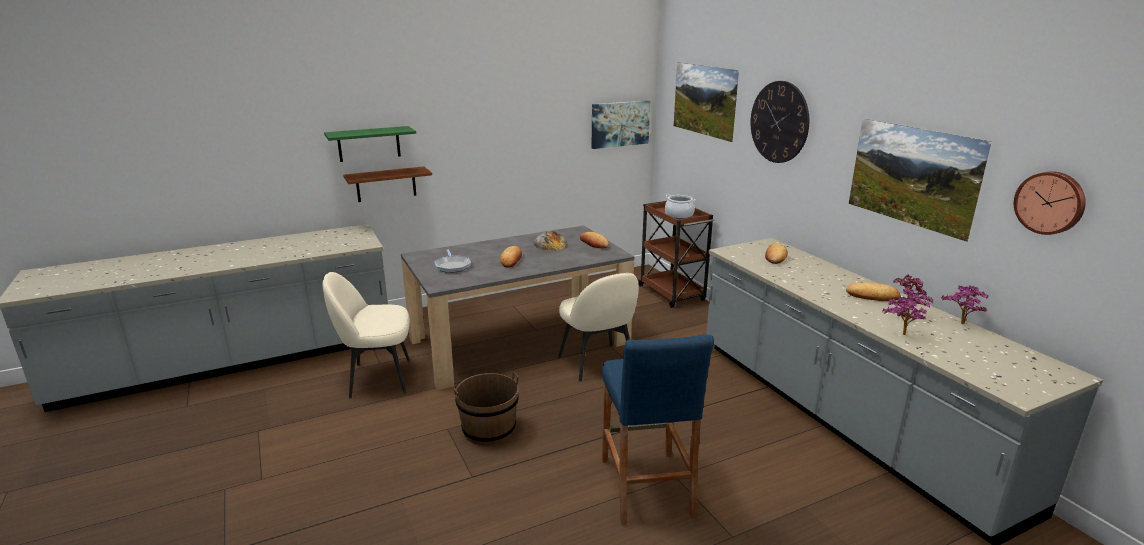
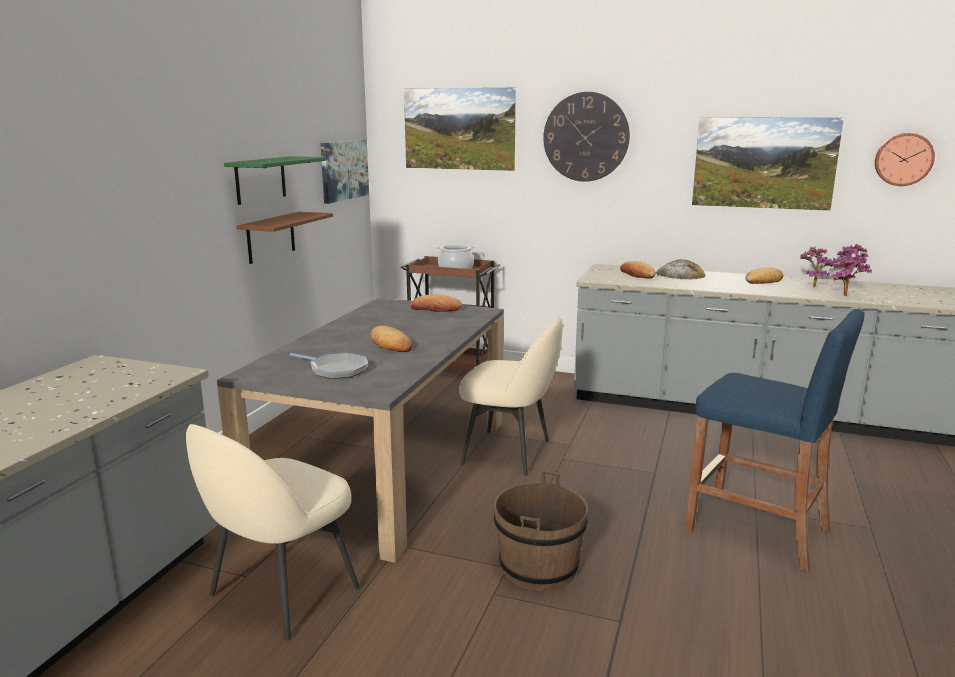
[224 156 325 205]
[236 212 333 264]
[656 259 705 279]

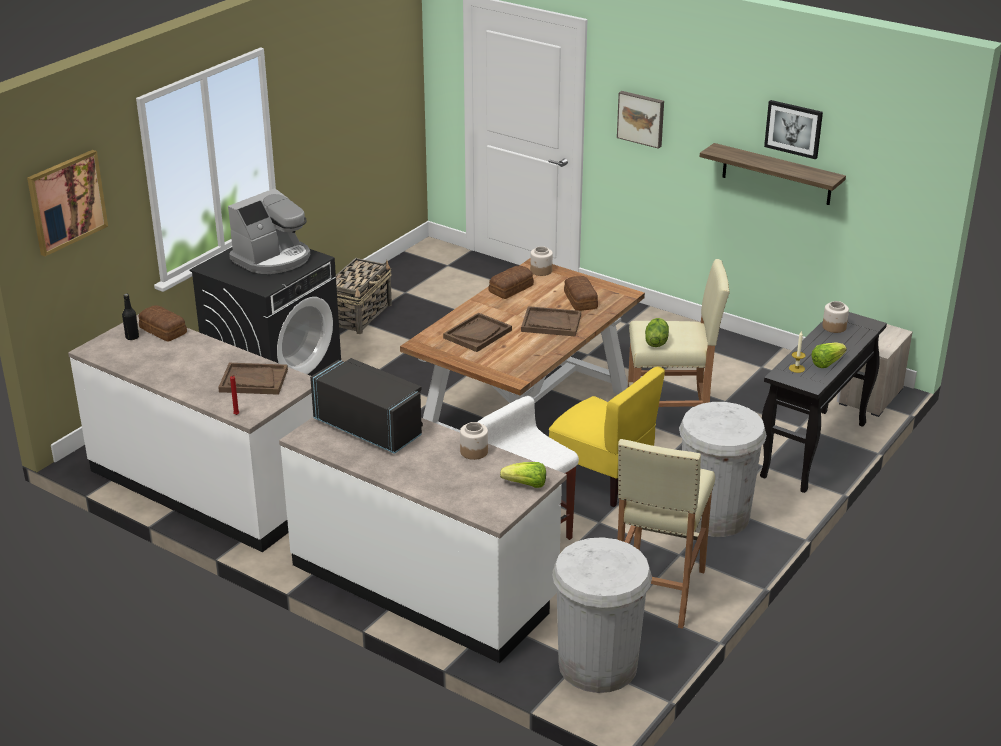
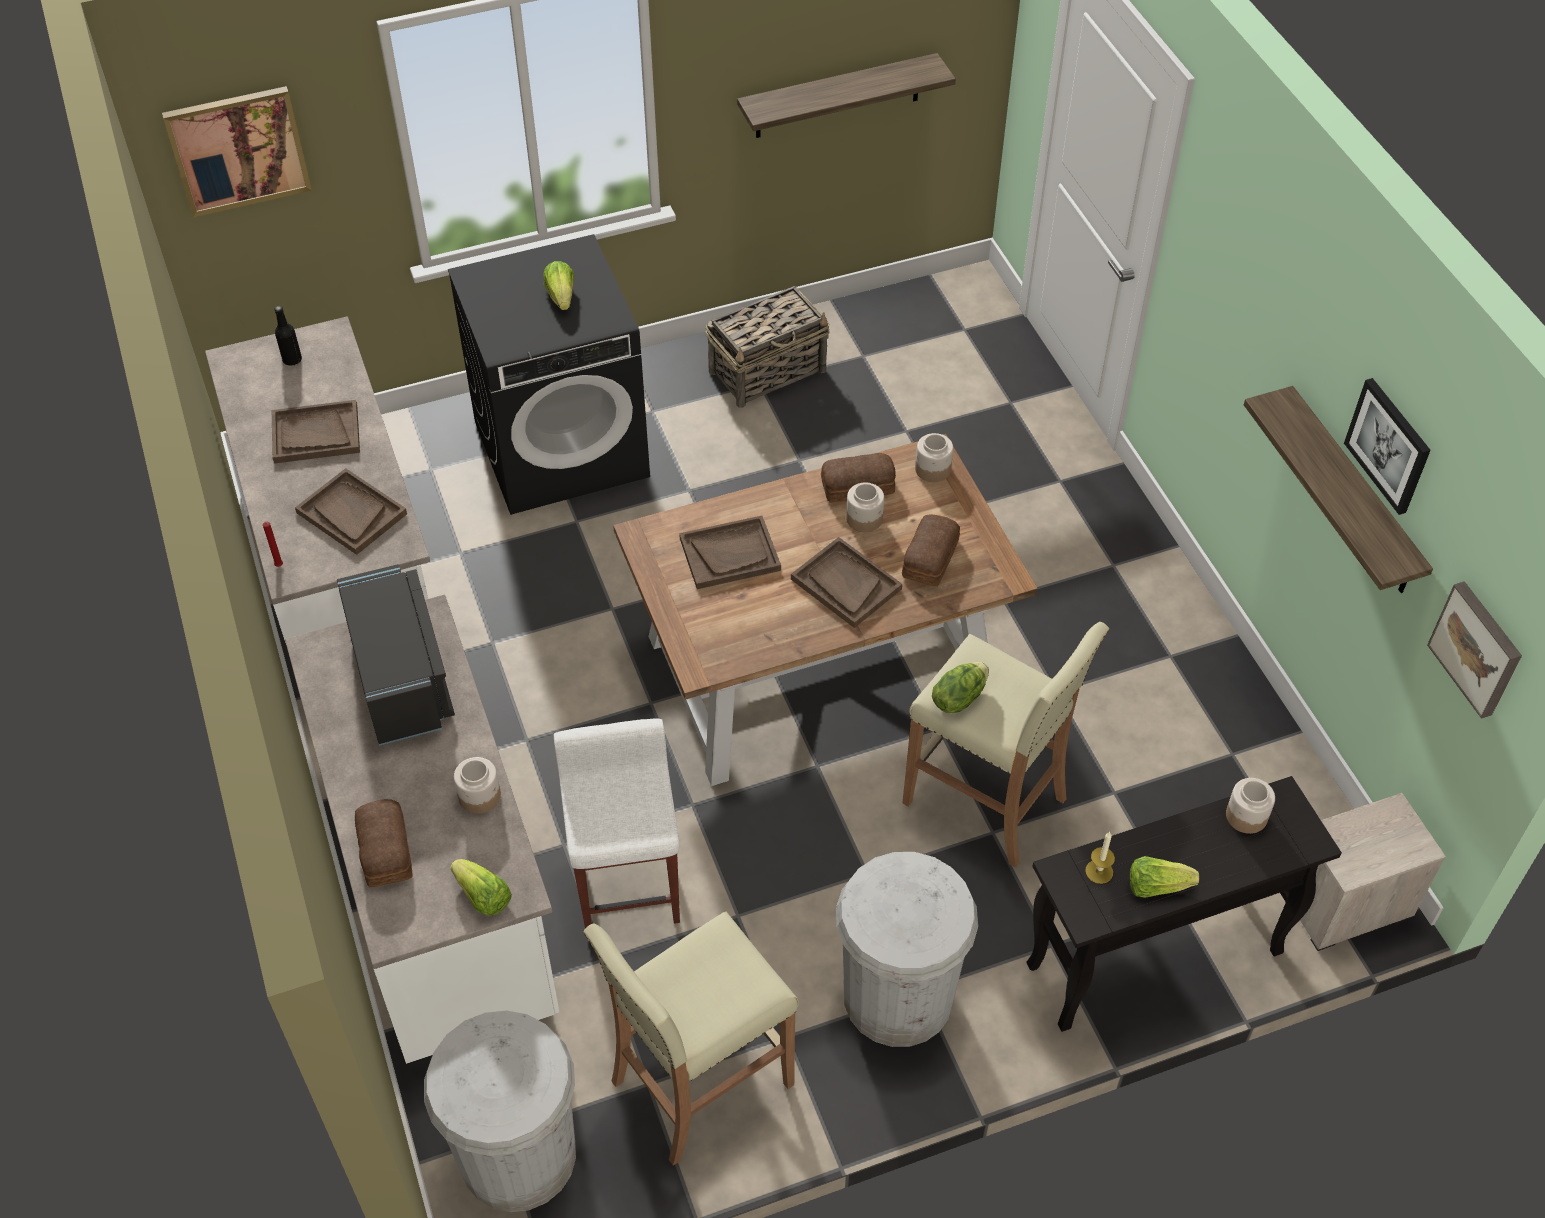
[272 400 360 464]
[355 799 413 888]
[544 261 575 310]
[737 53 956 138]
[846 482 884 532]
[1427 581 1522 719]
[549 366 665 507] (first image)

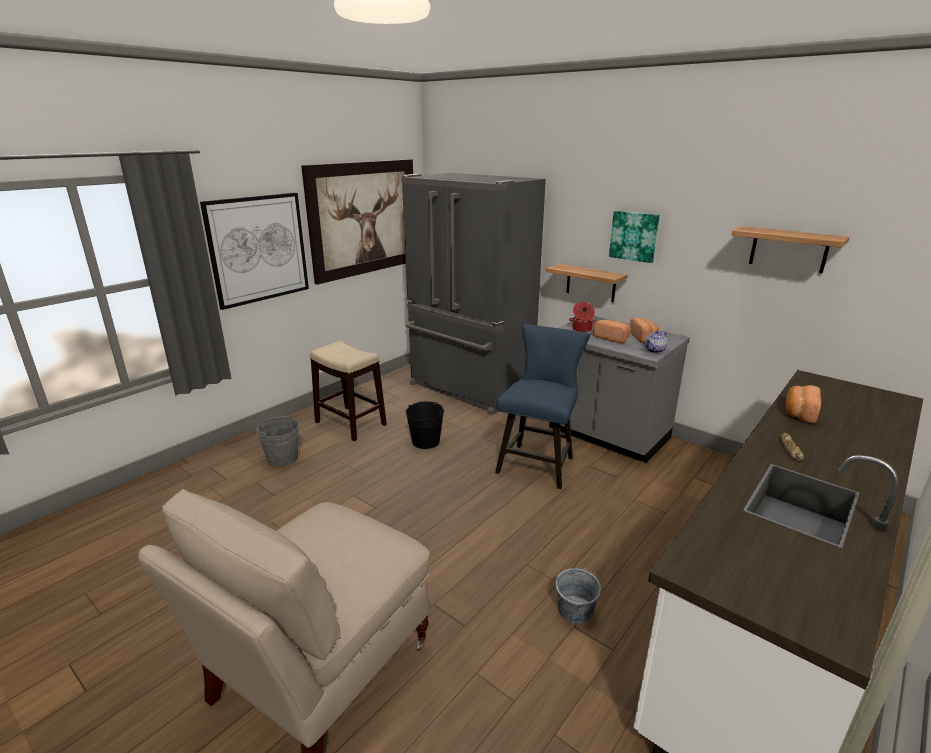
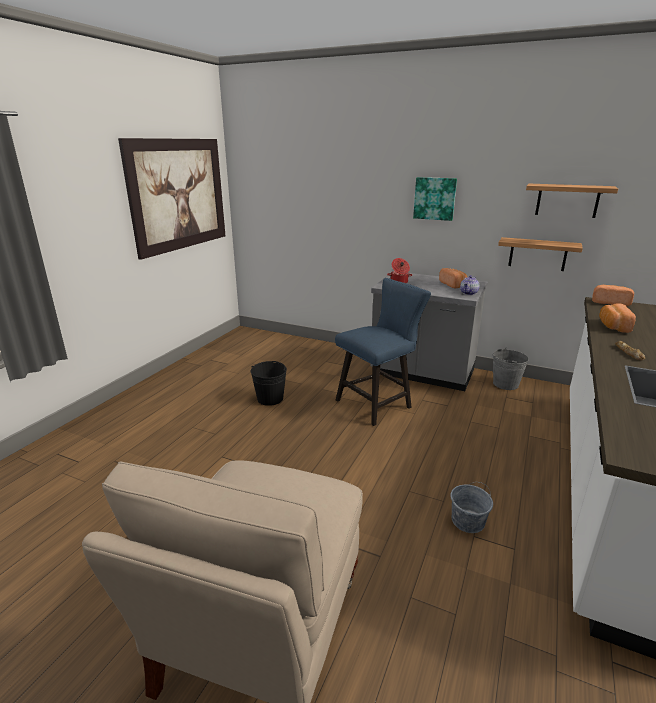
[335 278 431 426]
[493 348 529 390]
[498 237 583 271]
[592 285 634 306]
[200 193 309 310] (first image)
[310 341 387 441] (first image)
[401 173 546 415] (first image)

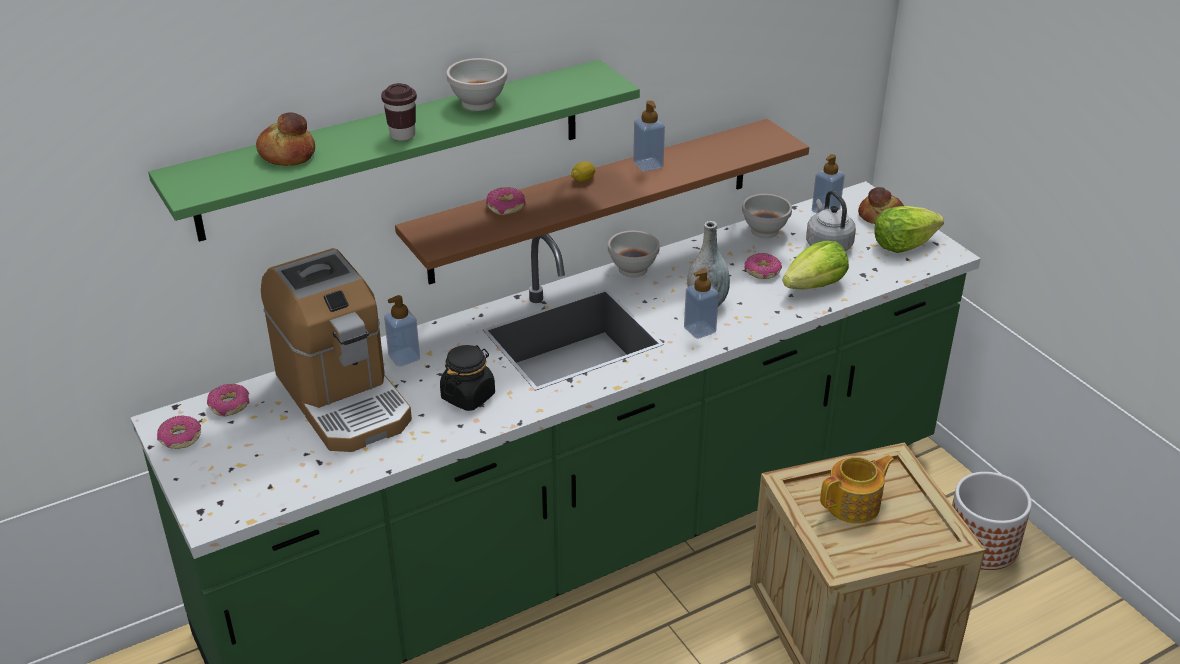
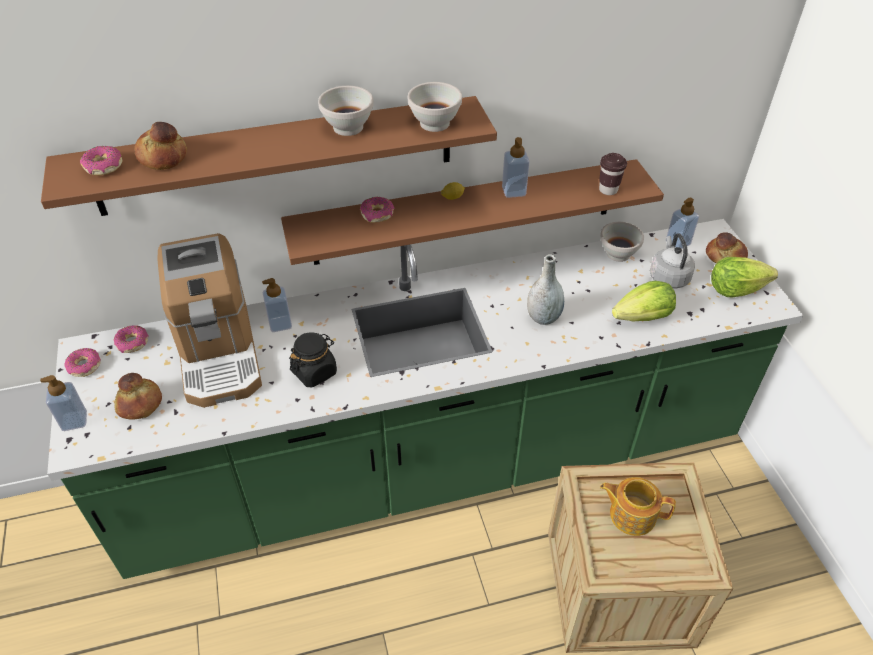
[40 375 87 431]
[41 96 497 216]
[80 146 123 175]
[115 373 162 420]
[408 82 462 132]
[599 153 627 195]
[600 477 676 536]
[952 472 1032 570] (first image)

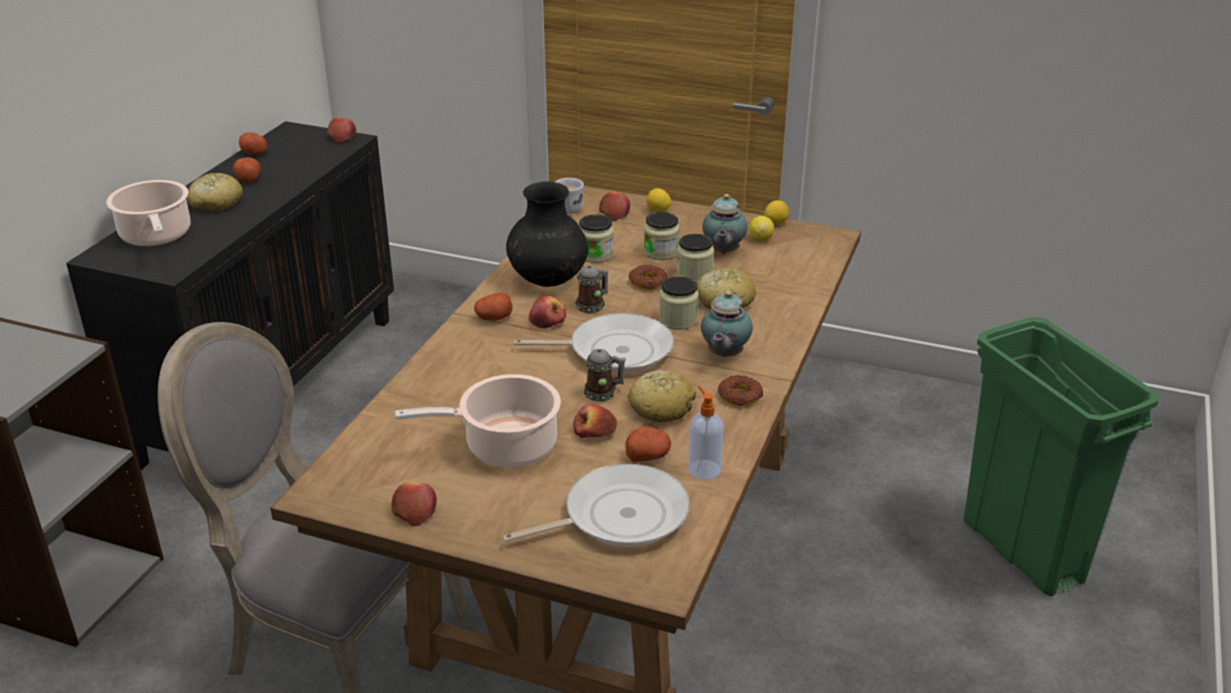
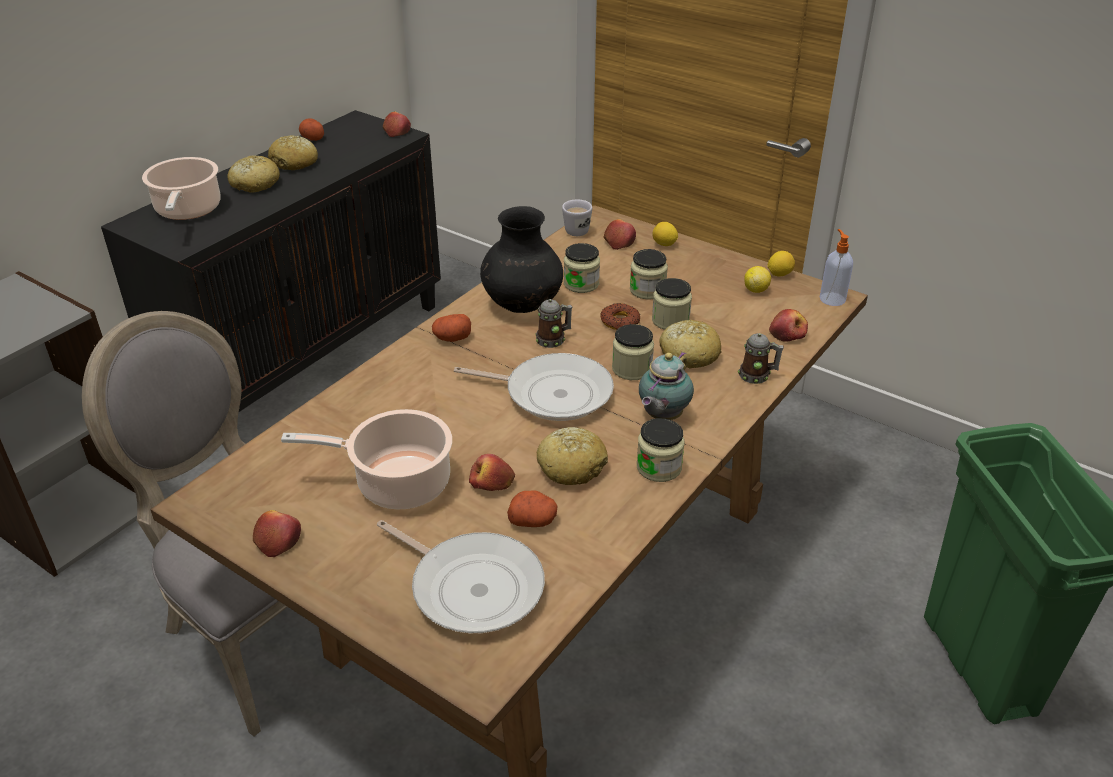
[268 136 318 170]
[377 520 545 633]
[637 418 685 482]
[738 333 784 384]
[769 309 808 342]
[820 229 853 306]
[702 194 748 254] (first image)

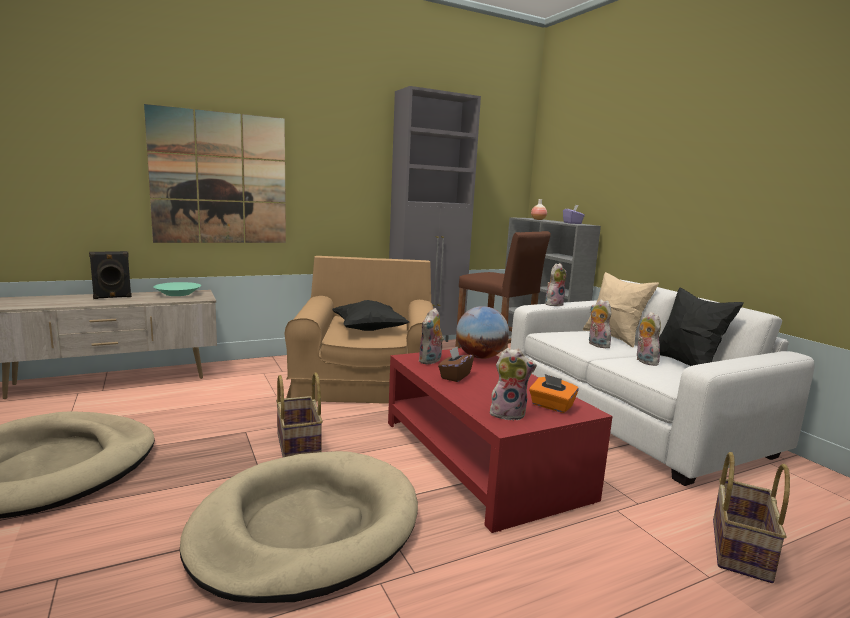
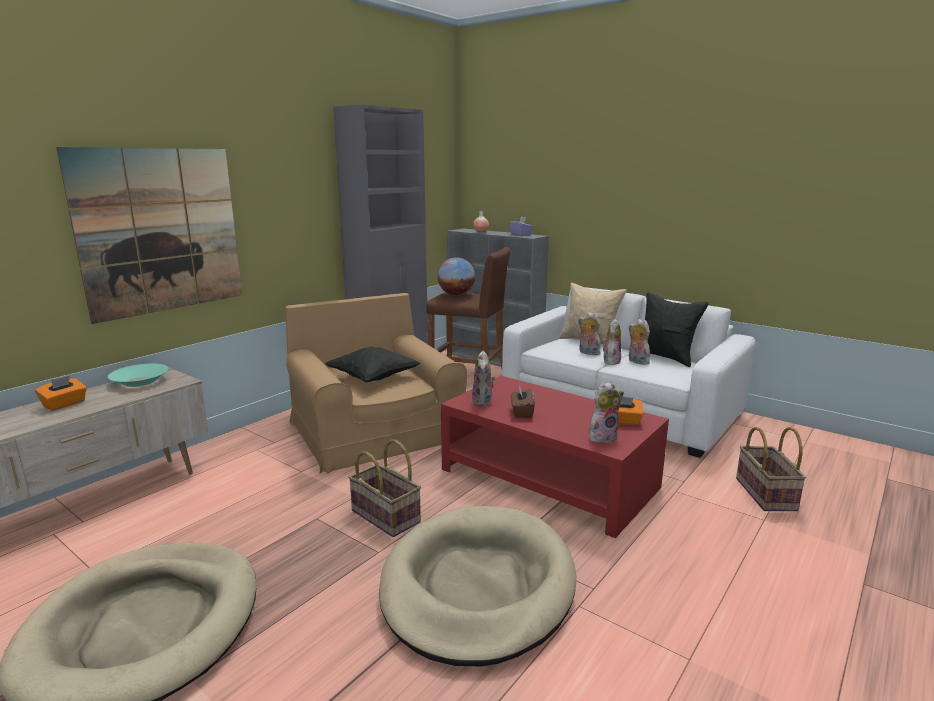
[35 376 87 411]
[438 257 475 296]
[602 319 621 365]

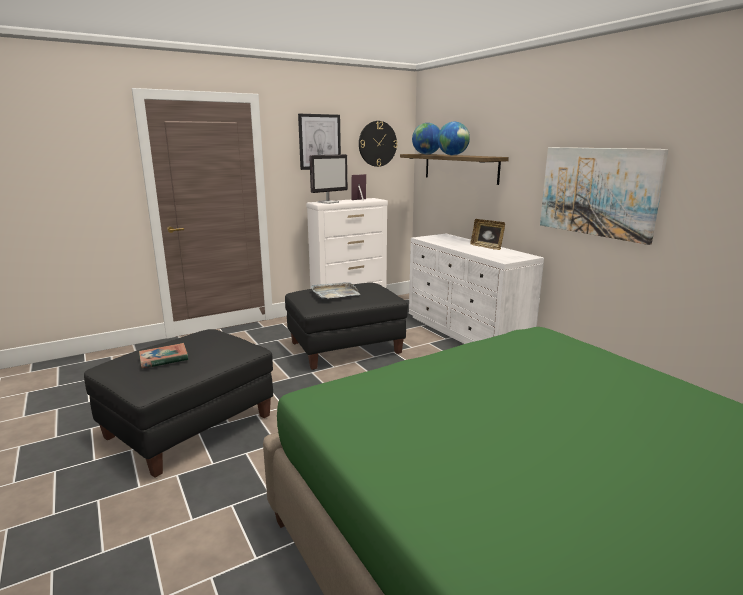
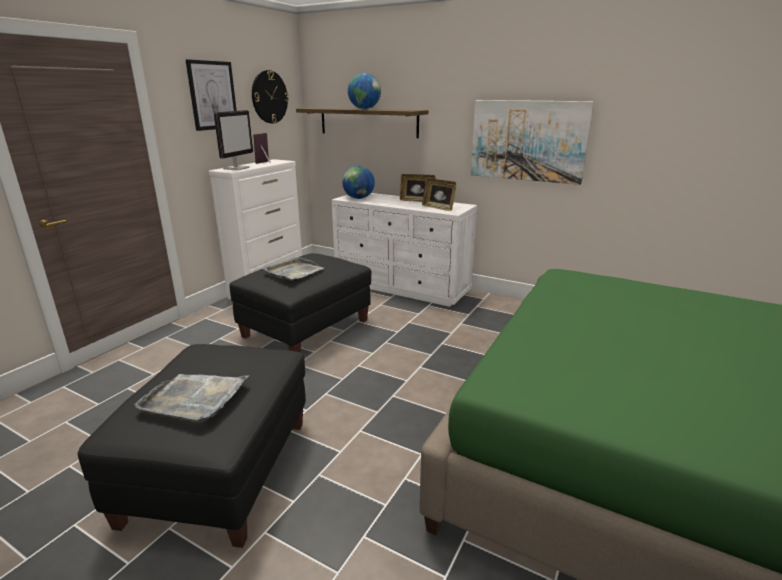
[134 374 250 422]
[342 166 375 199]
[422 178 456 211]

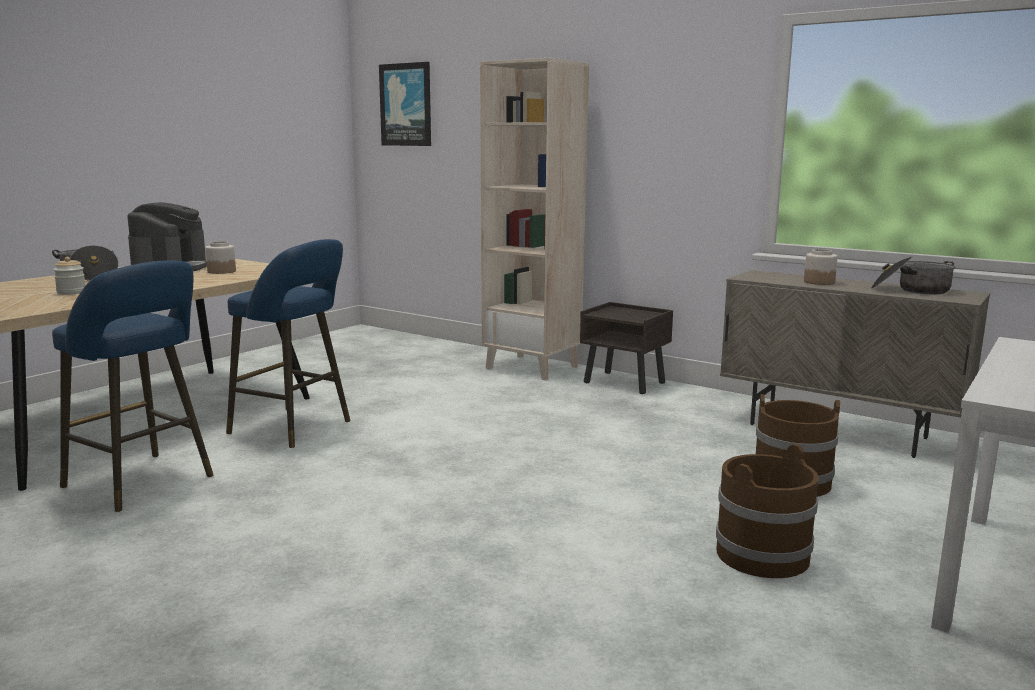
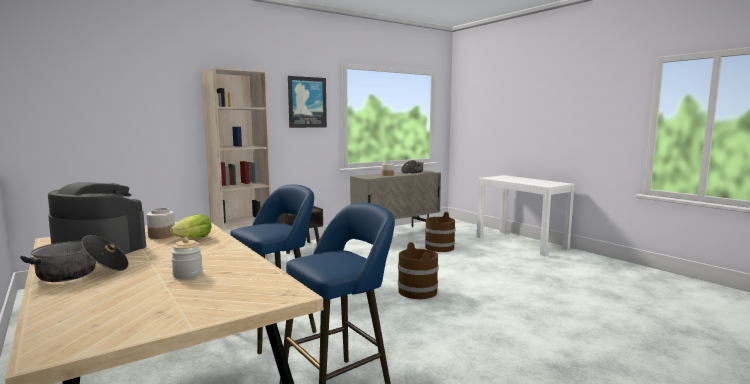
[170 214 212 238]
[288 76 327 128]
[398 242 439 299]

